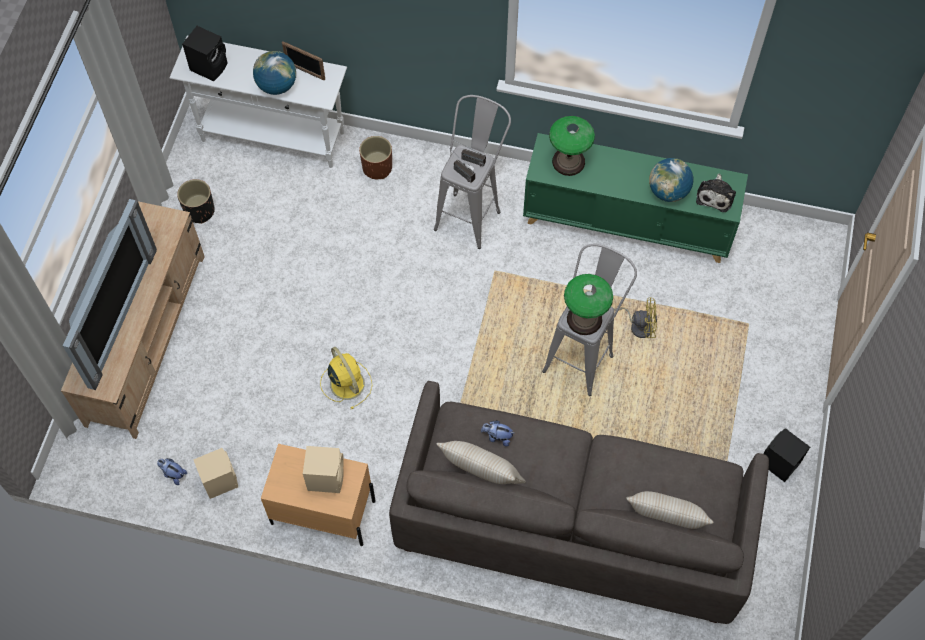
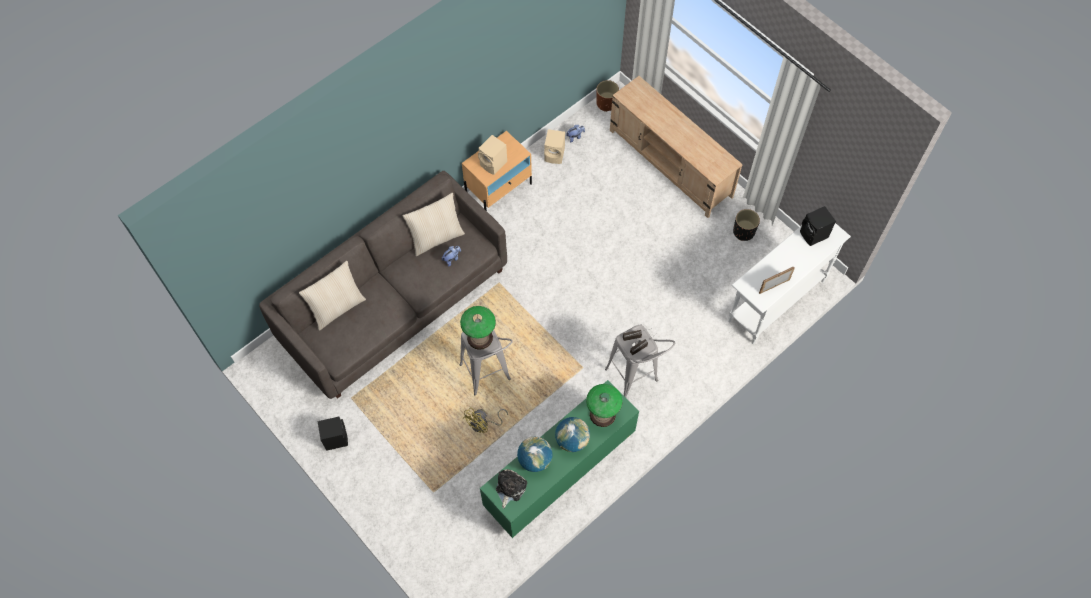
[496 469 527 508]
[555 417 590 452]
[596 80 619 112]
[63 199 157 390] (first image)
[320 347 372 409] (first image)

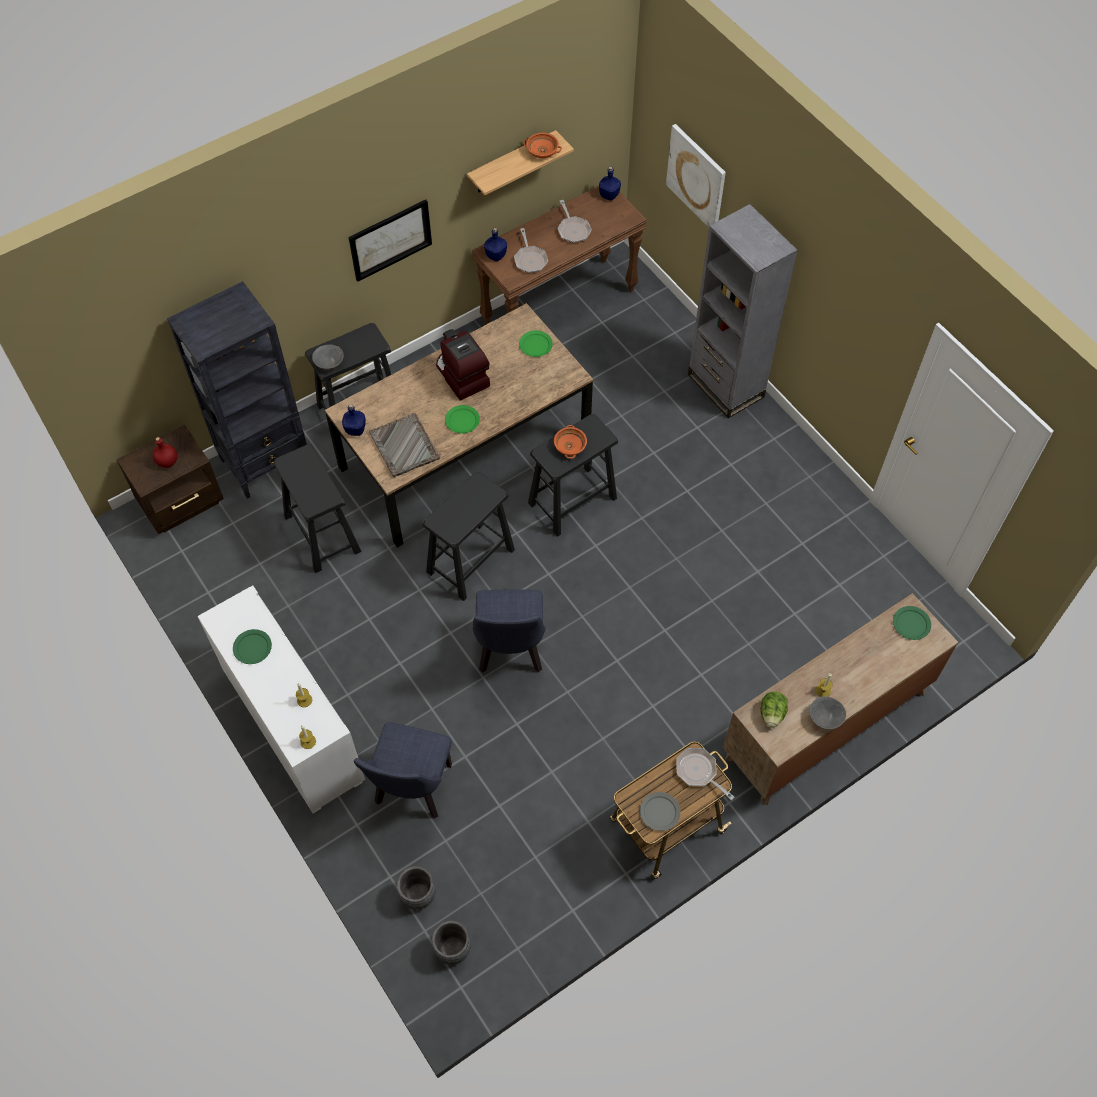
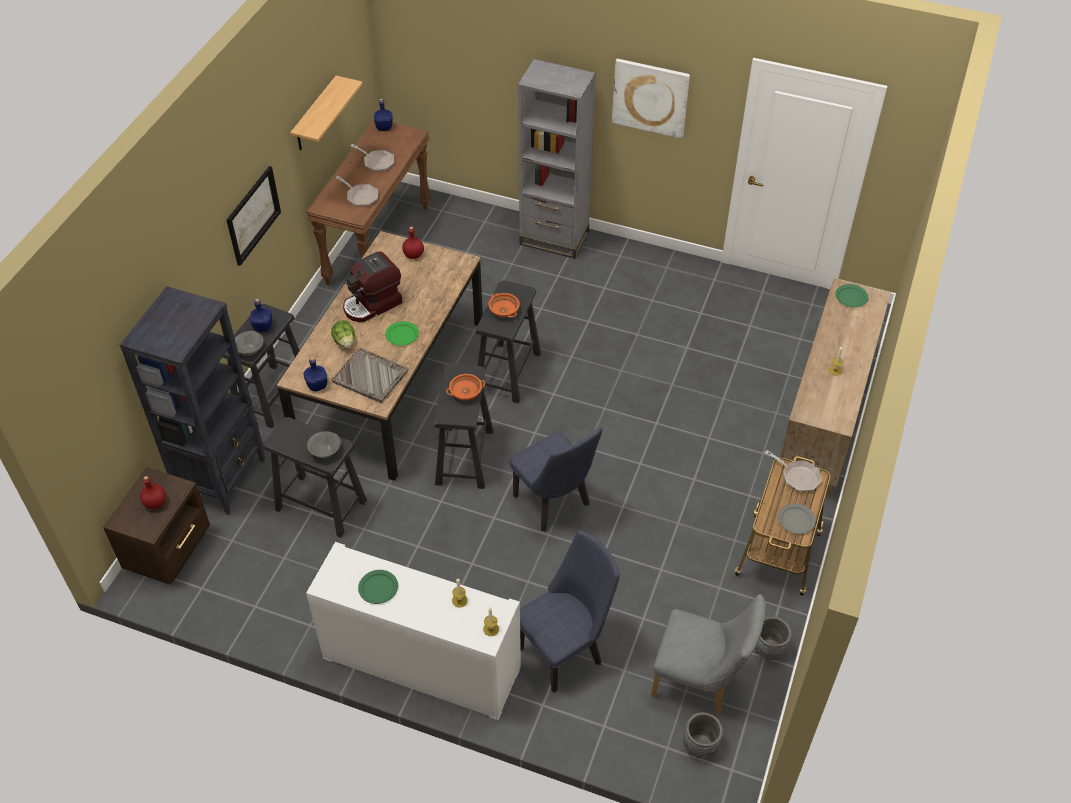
[250 298 272 332]
[307 431 341 458]
[331 320 355 348]
[343 251 403 322]
[402 226 424 259]
[446 374 485 401]
[520 530 620 693]
[612 59 690 139]
[651 594 765 715]
[755 616 791 660]
[765 450 822 491]

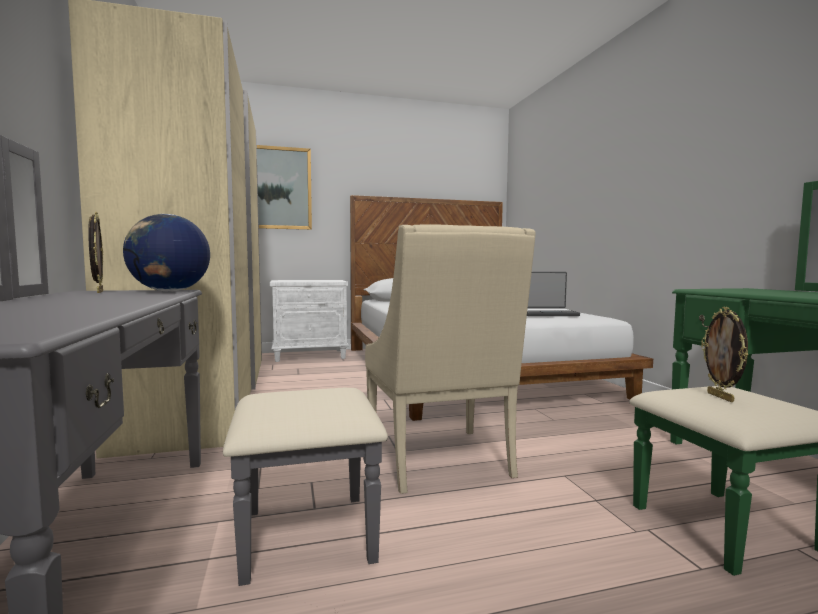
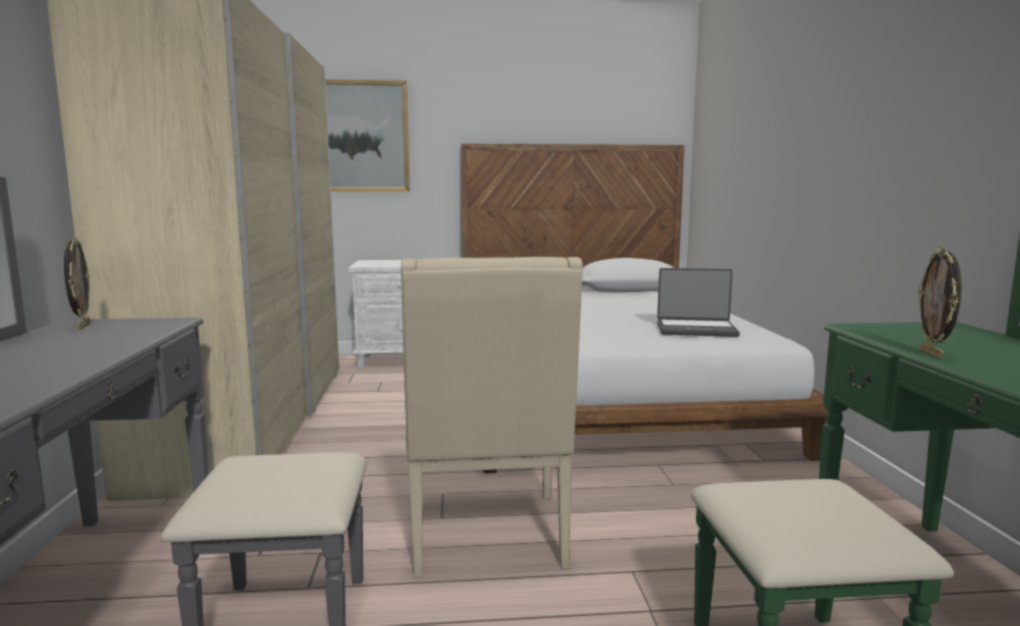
[918 246 962 359]
[123 214 210 292] (first image)

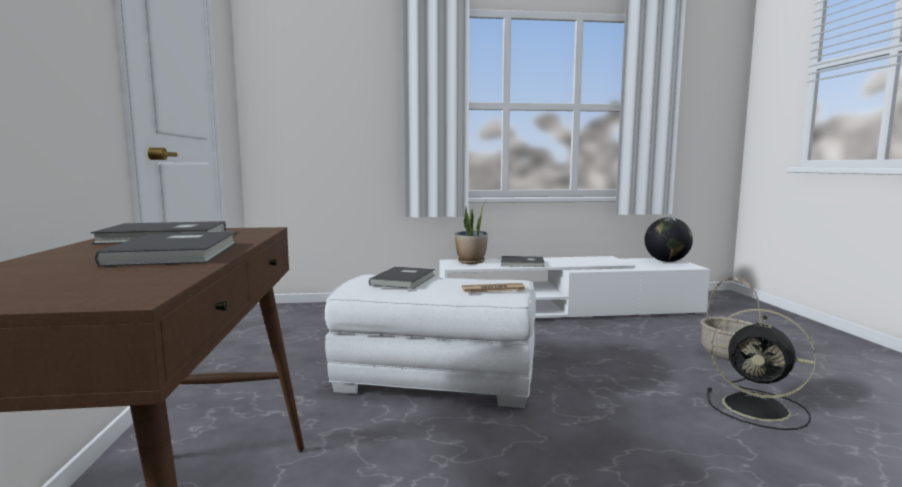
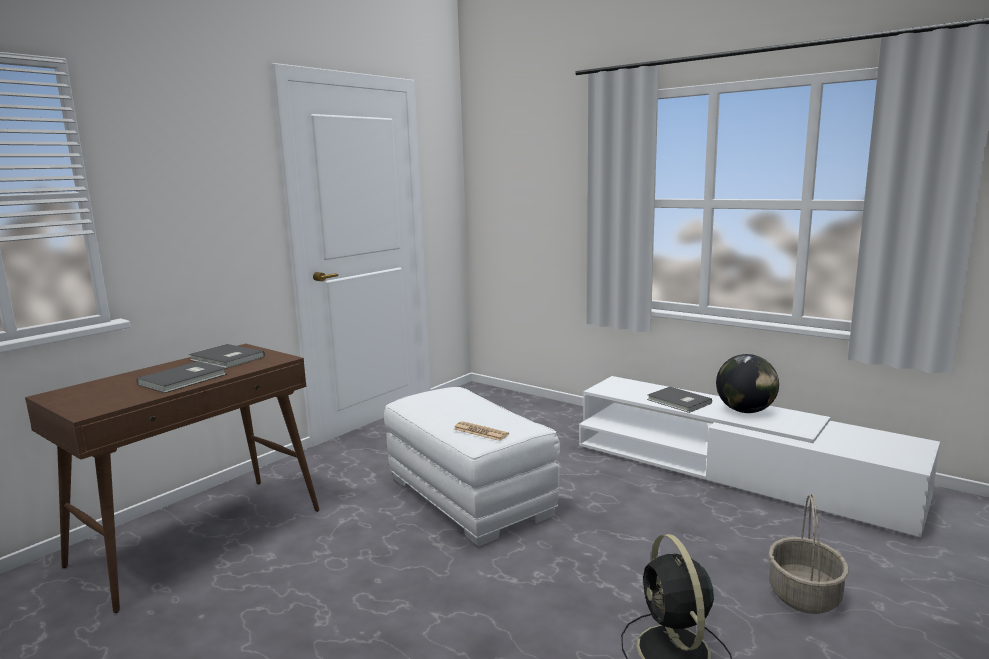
[716 354 779 413]
[369 267 435 289] (first image)
[455 202 488 264] (first image)

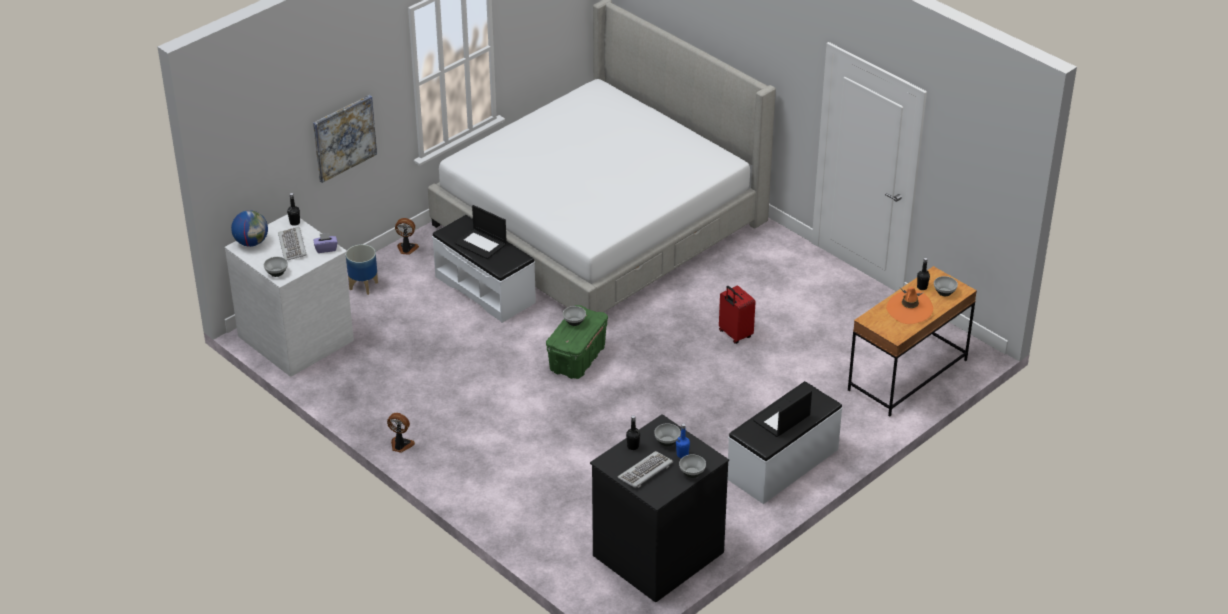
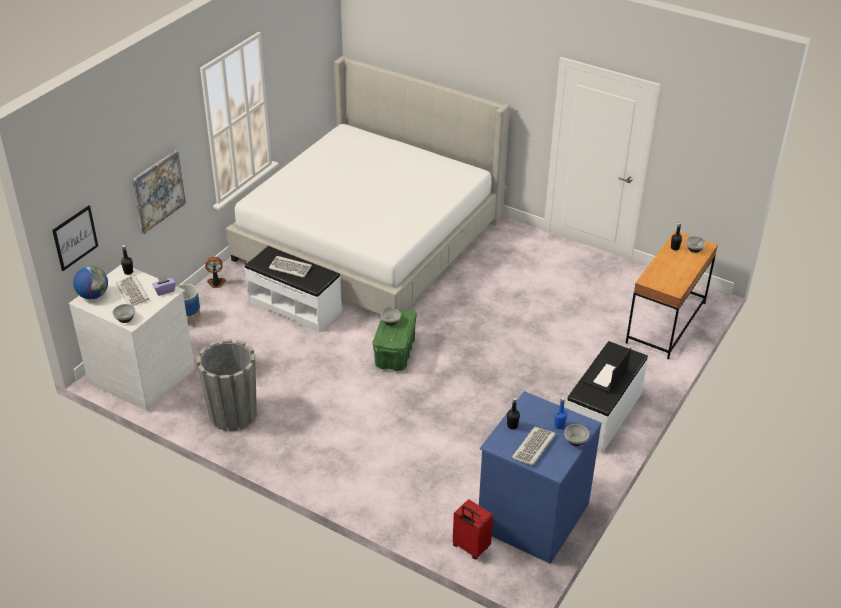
[52 206 98 271]
[197 339 257 431]
[269 256 312 278]
[453 499 493 559]
[479 391 602 564]
[387 413 415 453] (first image)
[654 423 681 446] (first image)
[886 287 933 324] (first image)

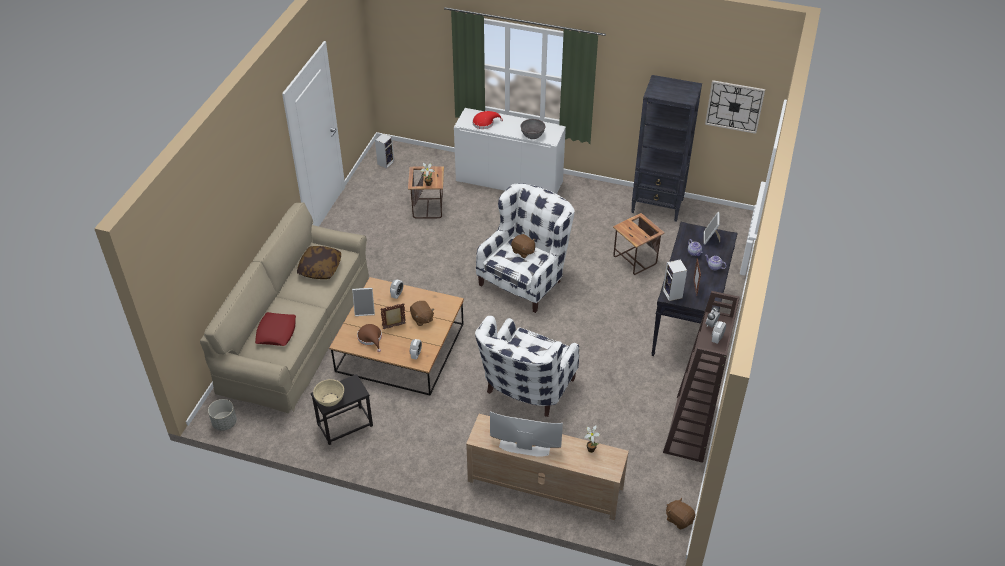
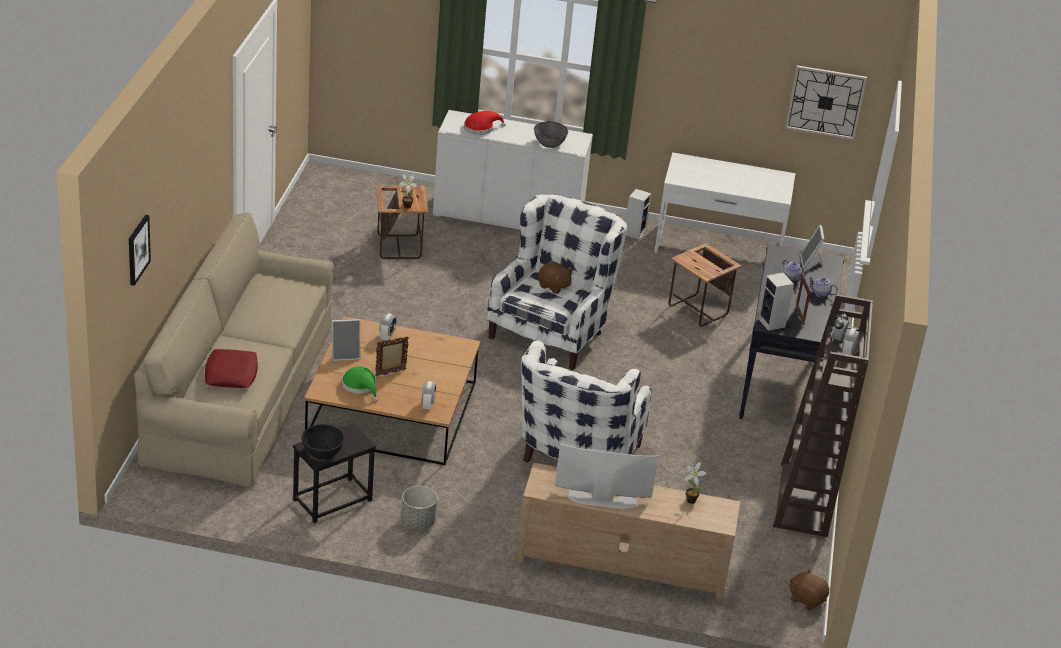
[129 215 151 286]
[302 424 345 459]
[342 367 378 402]
[401 486 437 530]
[625 189 651 239]
[654 152 795 253]
[297 246 341 279] (first image)
[410 301 434 326] (first image)

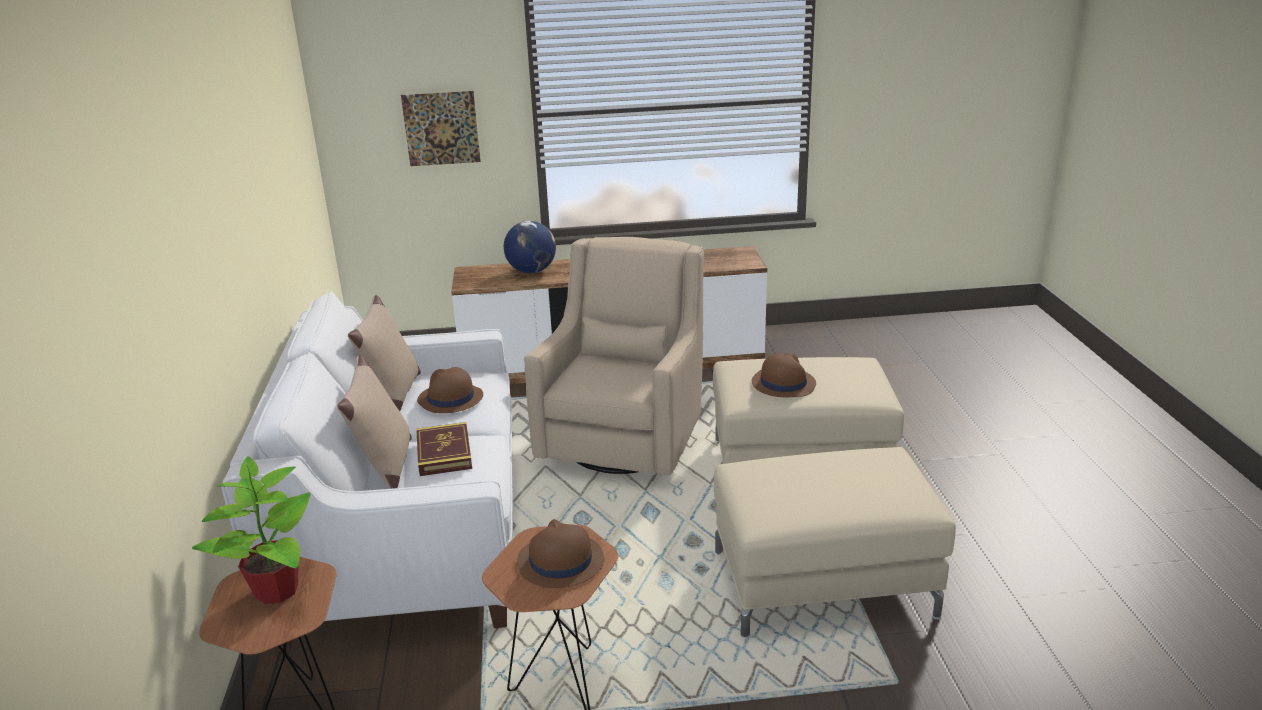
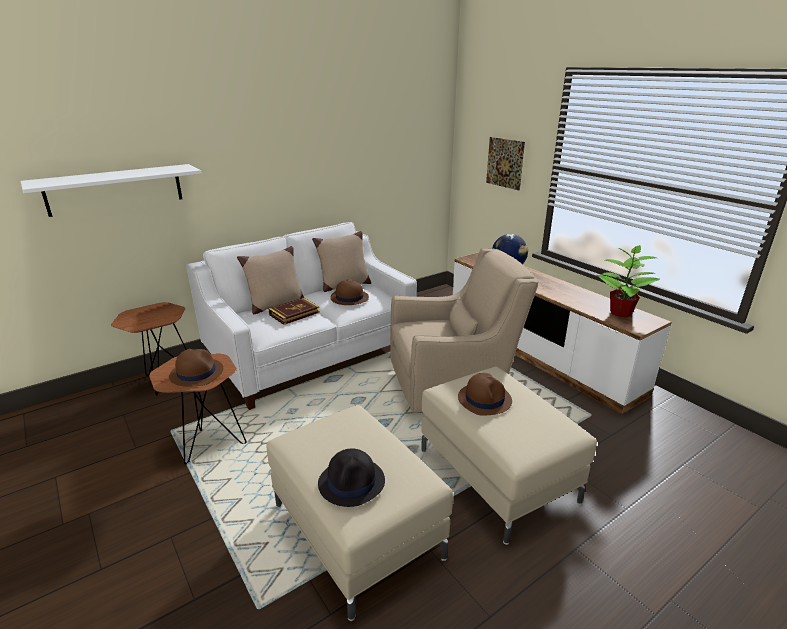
[20 164 202 217]
[318 448 385 507]
[597 245 660 317]

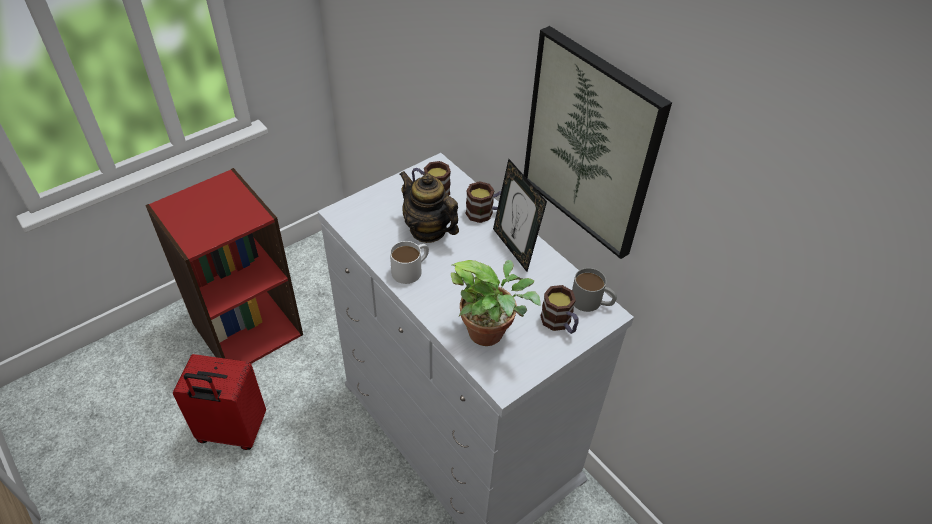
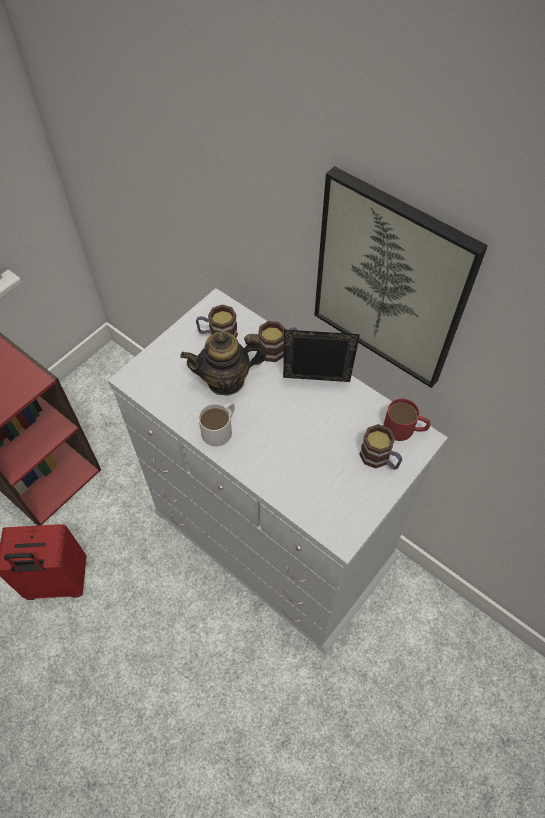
[180 331 266 396]
[283 329 360 382]
[383 398 431 441]
[451 260 541 346] (first image)

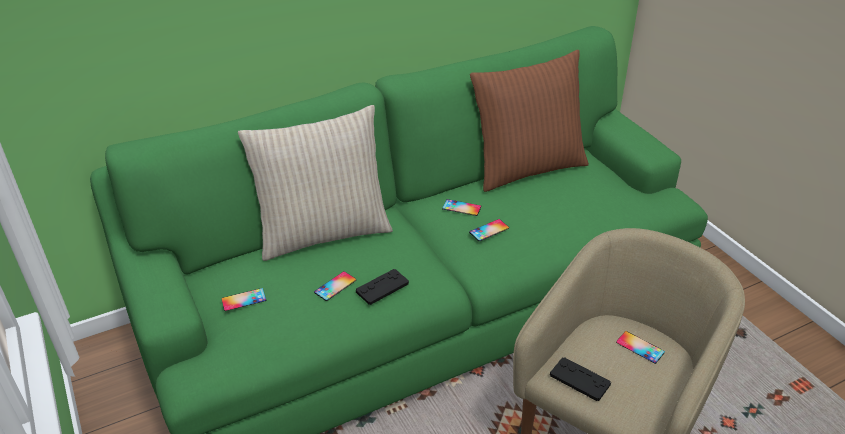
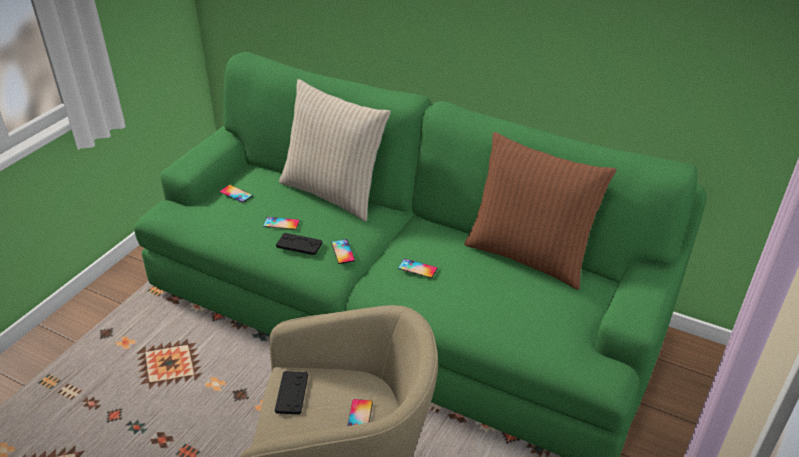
[331 239 355 264]

